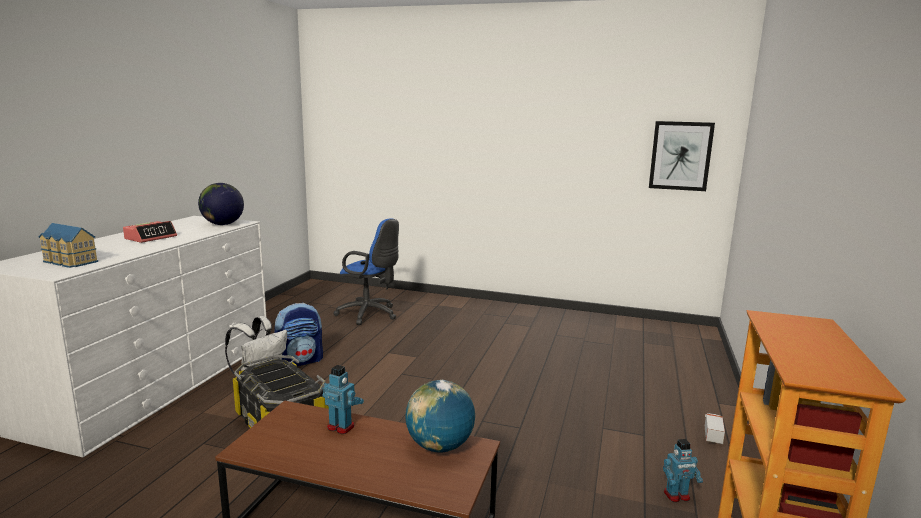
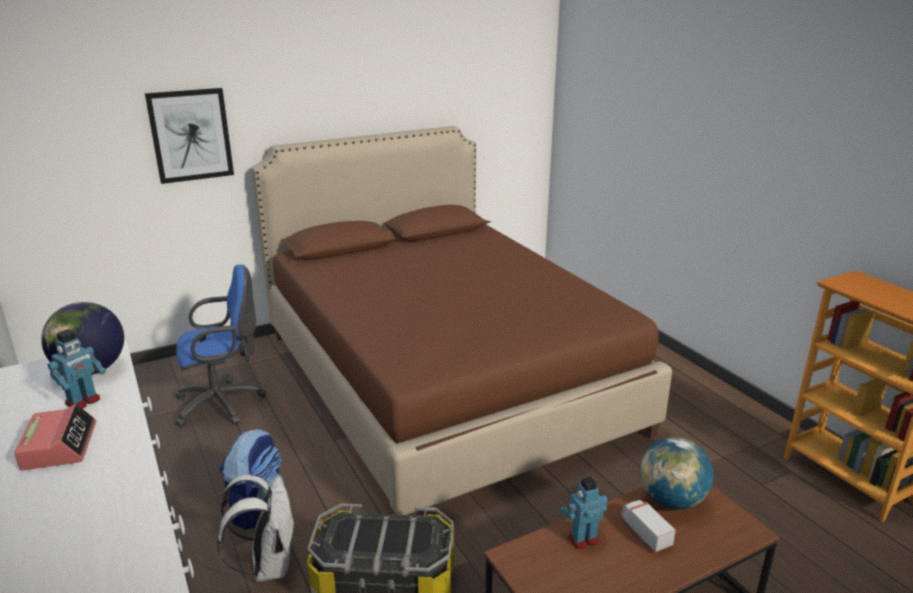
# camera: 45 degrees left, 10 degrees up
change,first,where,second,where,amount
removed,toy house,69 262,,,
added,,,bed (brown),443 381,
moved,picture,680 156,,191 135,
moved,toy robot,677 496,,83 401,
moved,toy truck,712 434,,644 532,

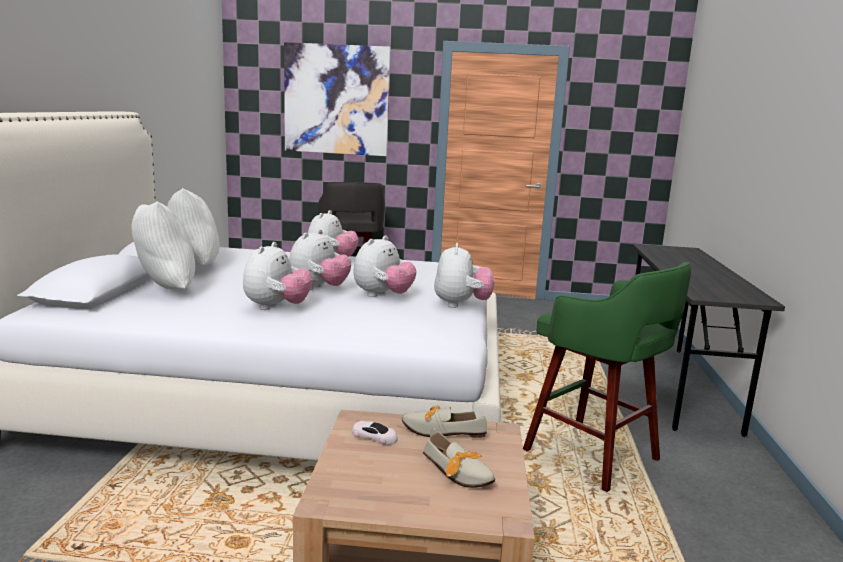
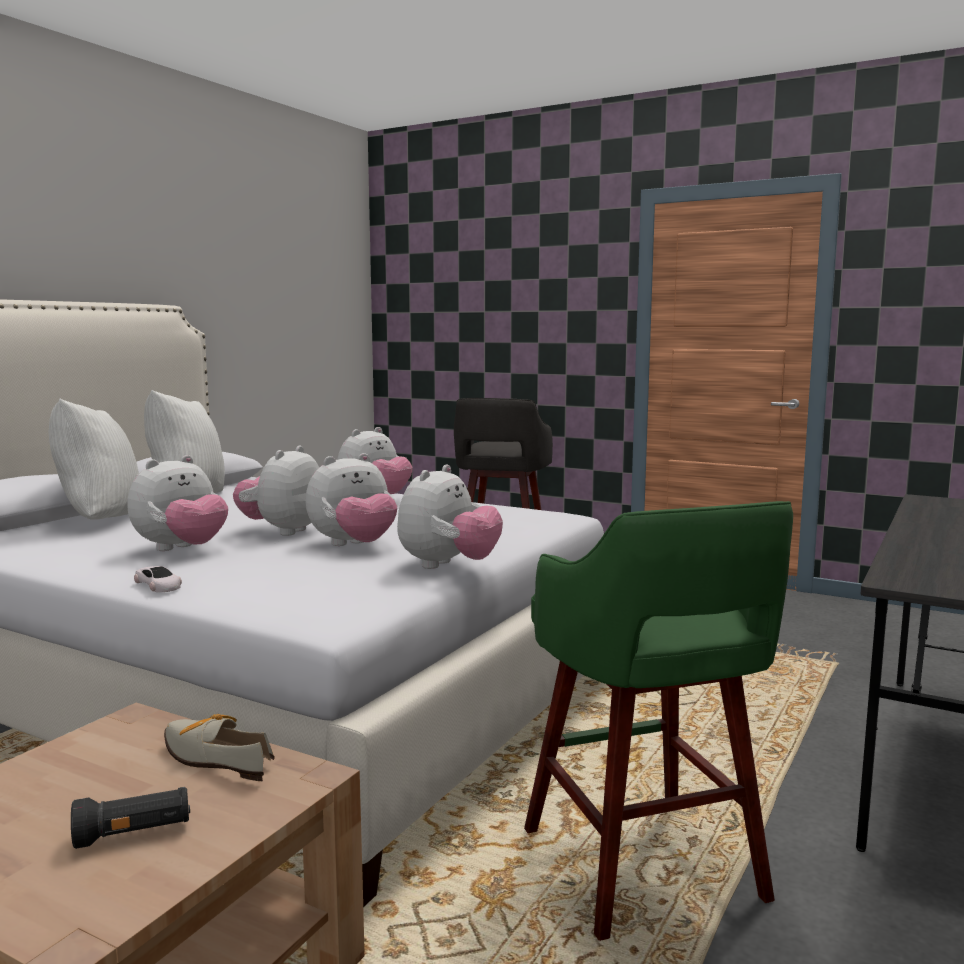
# camera: 25 degrees right, 5 degrees down
change,first,where,second,where,amount
removed,picture,336 100,,,
moved,toy car (white),374 437,,158 585,
replaced,shoe,459 473,flashlight (black),134 834,
turned,plush toy,319 289,,282 531,150 degrees clockwise

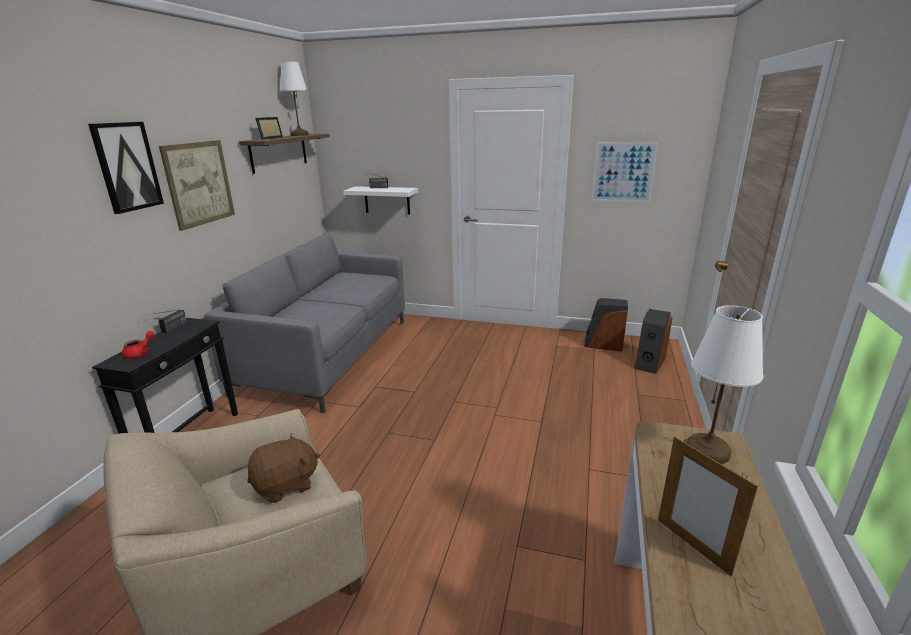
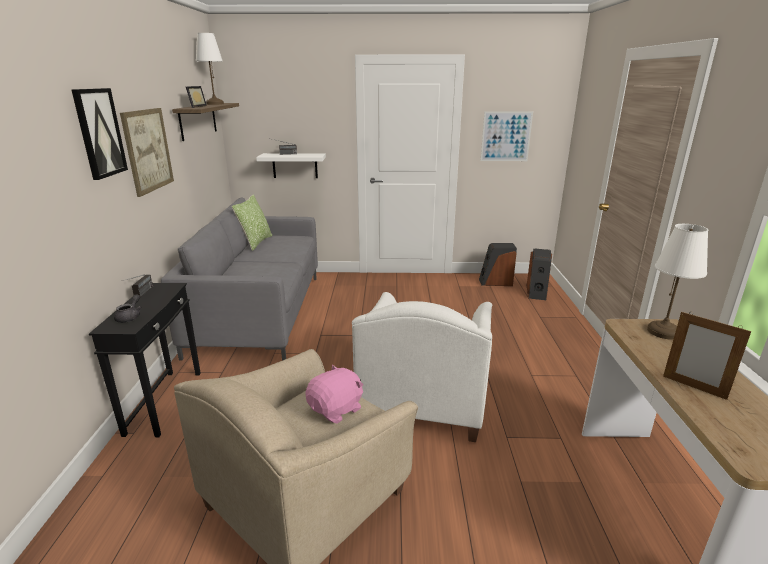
# camera: 15 degrees left, 0 degrees up
change,first,where,second,where,amount
added,,,pillow,256 242,
added,,,armchair (white),424 397,
recoloured,teapot (red),140 353,teapot (grey),130 317,
recoloured,plush toy (brown),286 485,plush toy (pink),336 409,

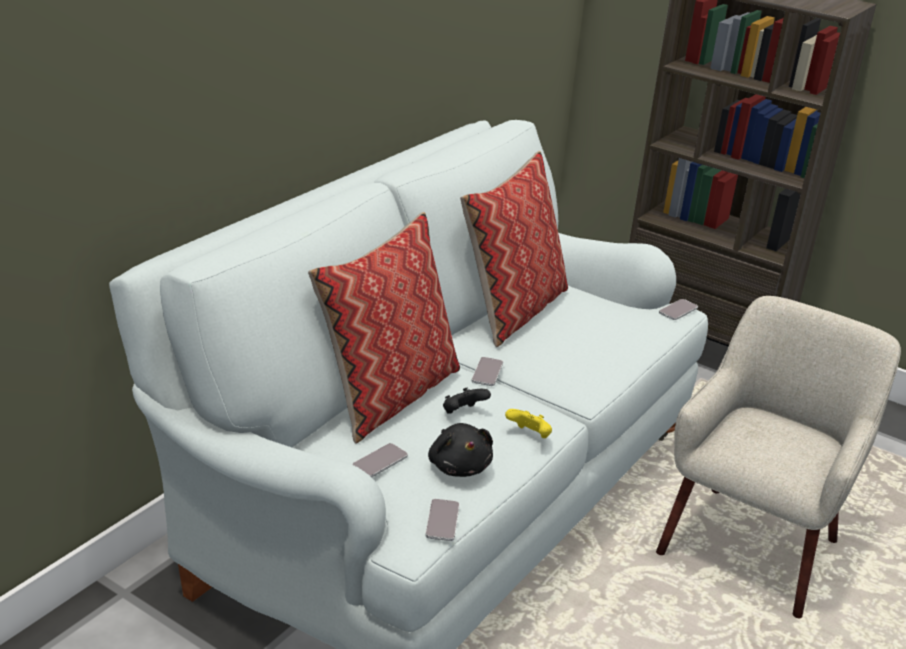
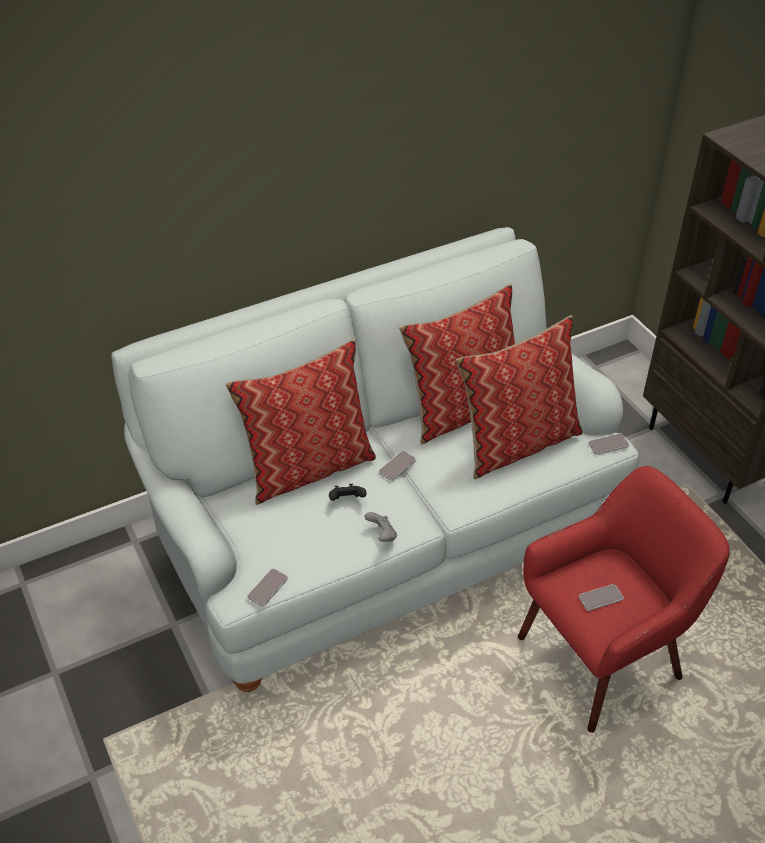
# camera: 30 degrees right, 15 degrees up
change,first,where,second,where,amount
removed,plush toy (black),459 466,,,
added,,,pillow,517 442,
moved,phone,380 461,,600 598,
recoloured,game controller (yellow),529 436,game controller (grey),382 535,
recoloured,armchair (beige),751 547,armchair (red),602 658,

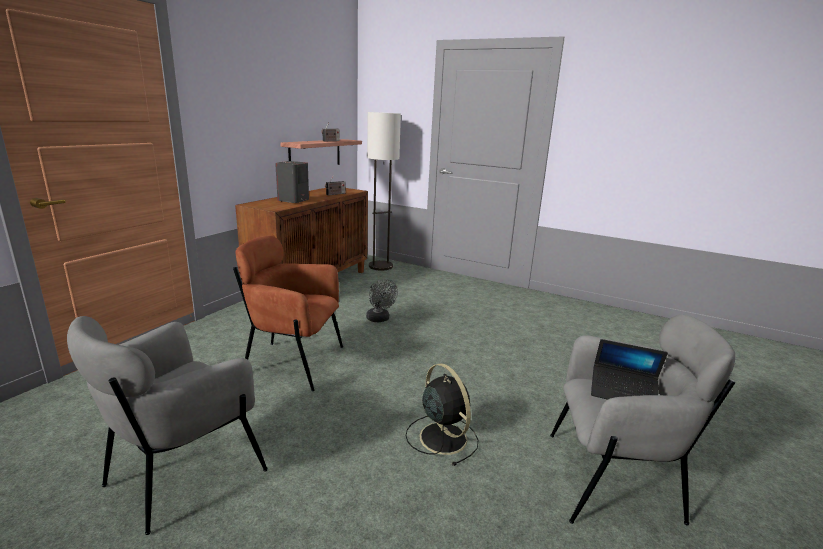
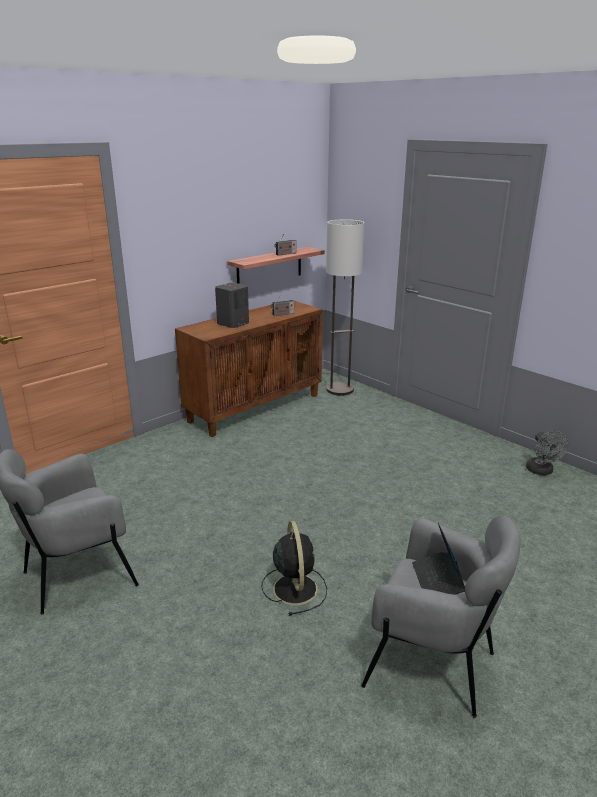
# camera: 20 degrees right, 5 degrees up
change,first,where,second,where,amount
removed,armchair (brown),293 362,,,
moved,fan (grey),379 319,,541 471,
turned,laptop,623 393,,437 581,45 degrees clockwise

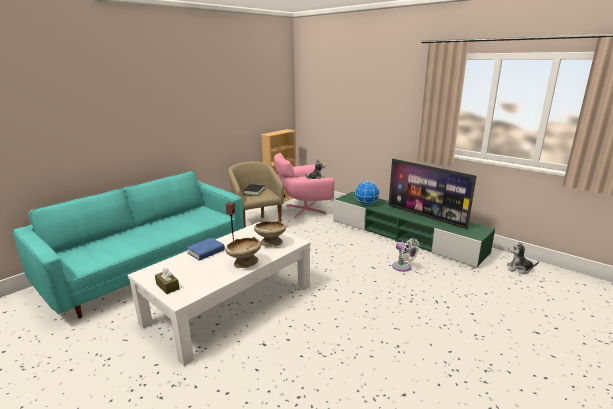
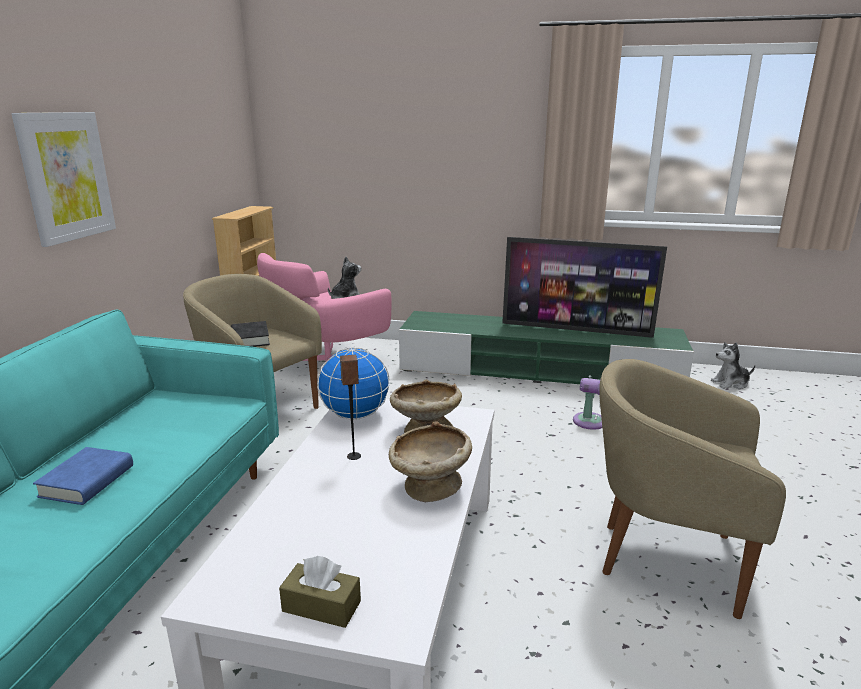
# camera: 30 degrees left, 0 degrees up
change,first,where,second,where,amount
added,,,picture,66 176,
added,,,armchair (beige),665 560,
moved,book (blue),206 252,,87 481,
moved,globe,366 204,,355 415,

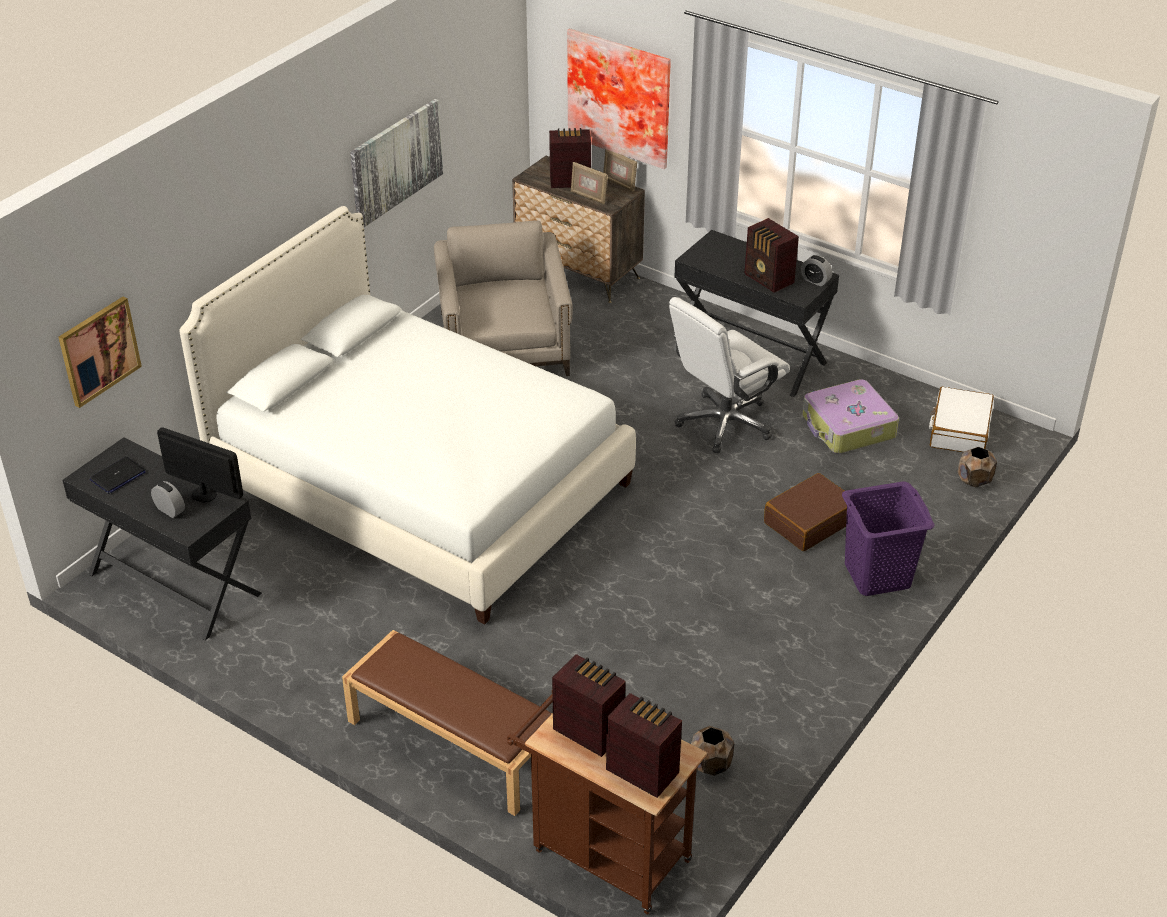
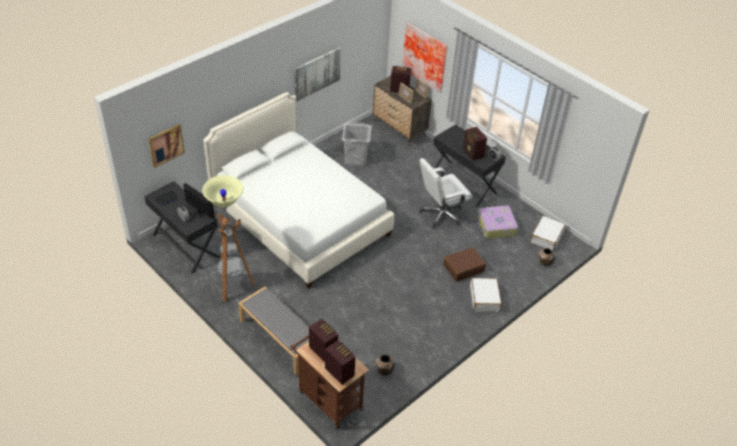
# camera: 10 degrees right, 5 degrees up
change,first,where,second,where,amount
added,,,floor lamp,233 287,
replaced,armchair (beige),504 344,laundry basket (grey),356 159,
replaced,laundry basket (purple),876 575,suitcase (white),484 298,
recoloured,bench (brown),452 742,bench (grey),280 338,

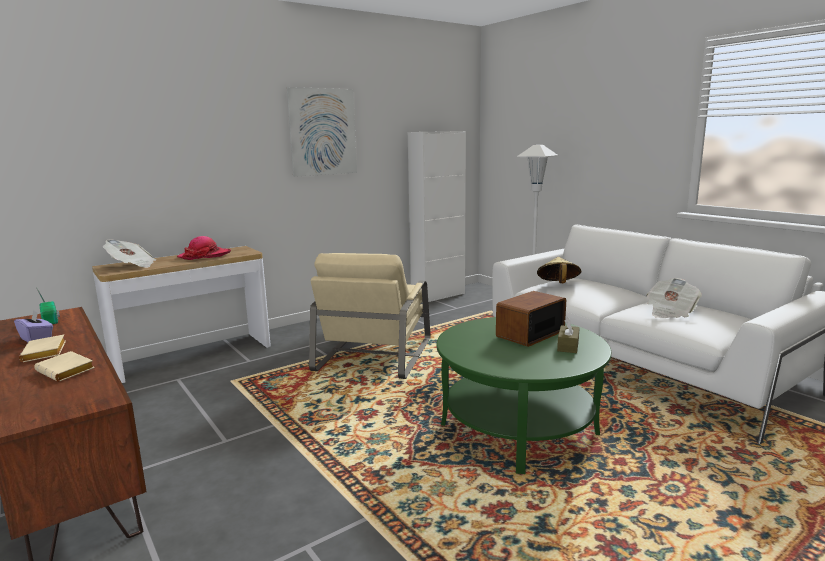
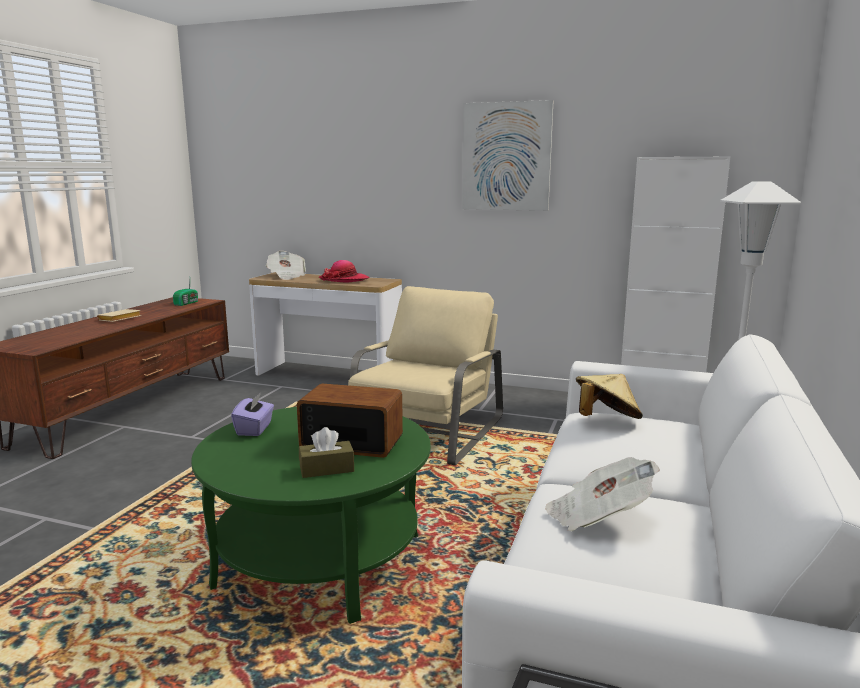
# camera: 55 degrees right, 0 degrees up
change,first,where,second,where,amount
removed,book (beige),68 371,,,
moved,tissue box (purple),36 339,,255 429,
turned,armchair (beige),374 353,,427 431,135 degrees clockwise

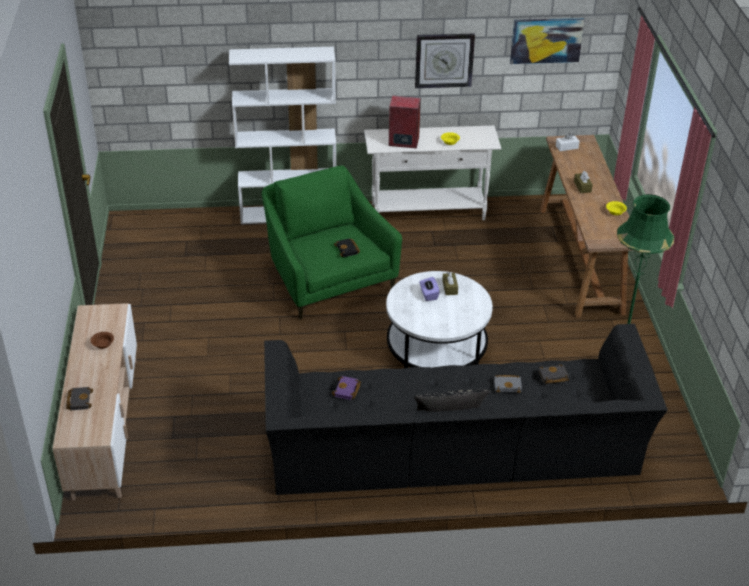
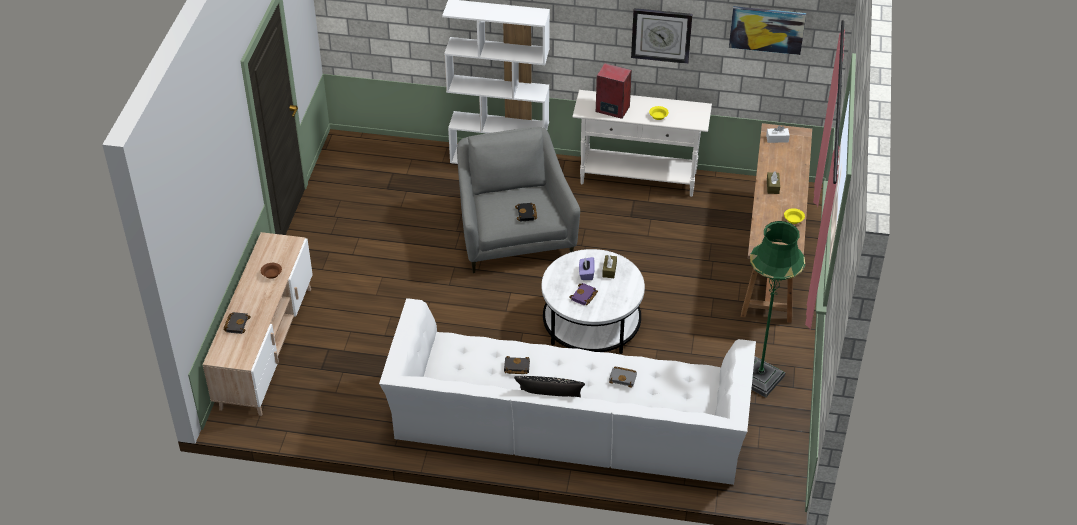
# camera: 15 degrees right, 5 degrees up
change,first,where,second,where,amount
moved,book (purple),347 390,,584 296,
moved,book (black),553 376,,516 367,
recoloured,armchair (green),327 277,armchair (grey),513 233,
recoloured,sofa (black),453 451,sofa (white),568 429,

